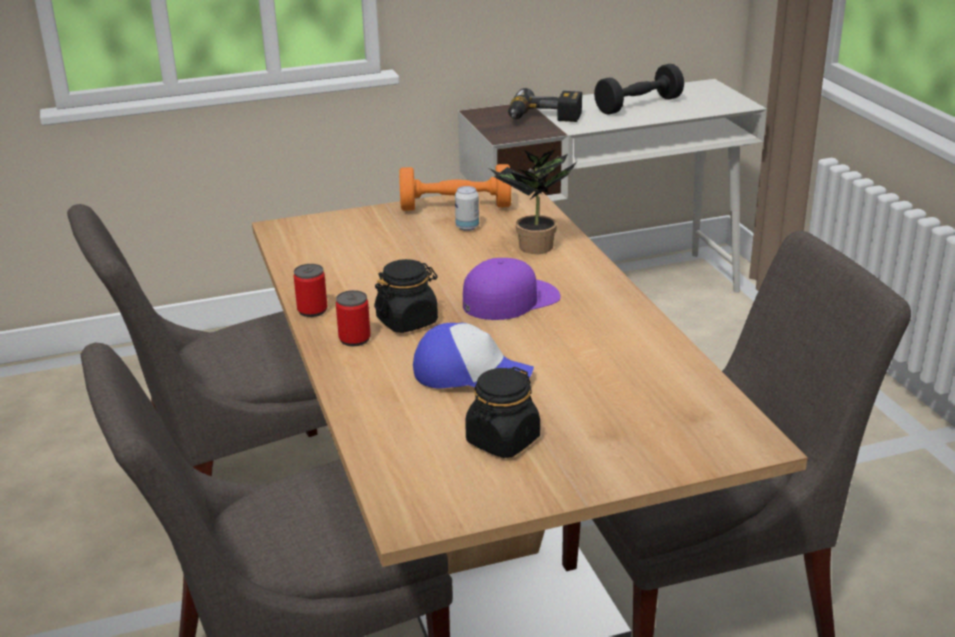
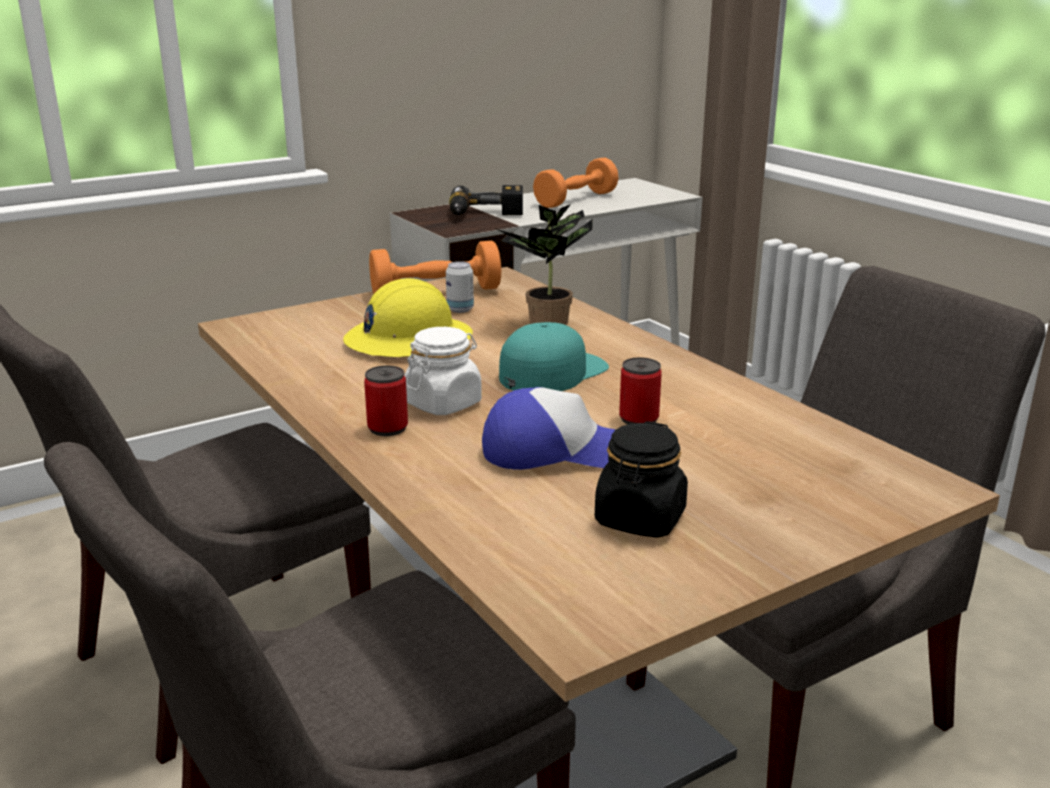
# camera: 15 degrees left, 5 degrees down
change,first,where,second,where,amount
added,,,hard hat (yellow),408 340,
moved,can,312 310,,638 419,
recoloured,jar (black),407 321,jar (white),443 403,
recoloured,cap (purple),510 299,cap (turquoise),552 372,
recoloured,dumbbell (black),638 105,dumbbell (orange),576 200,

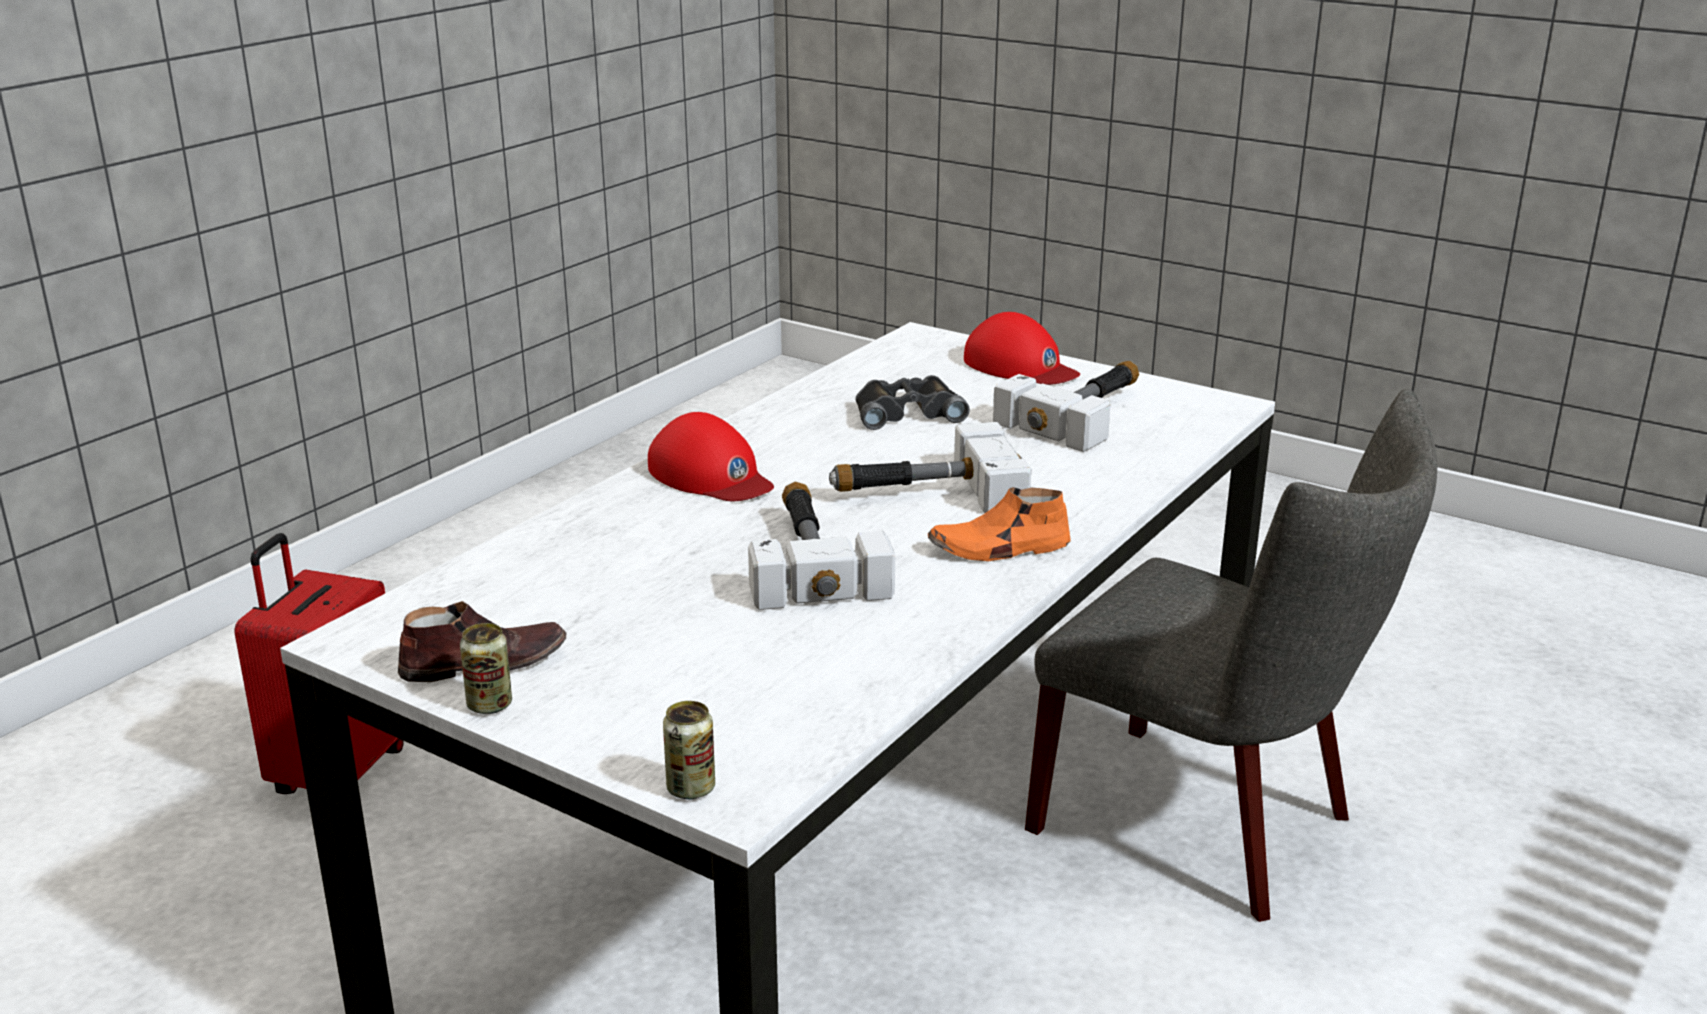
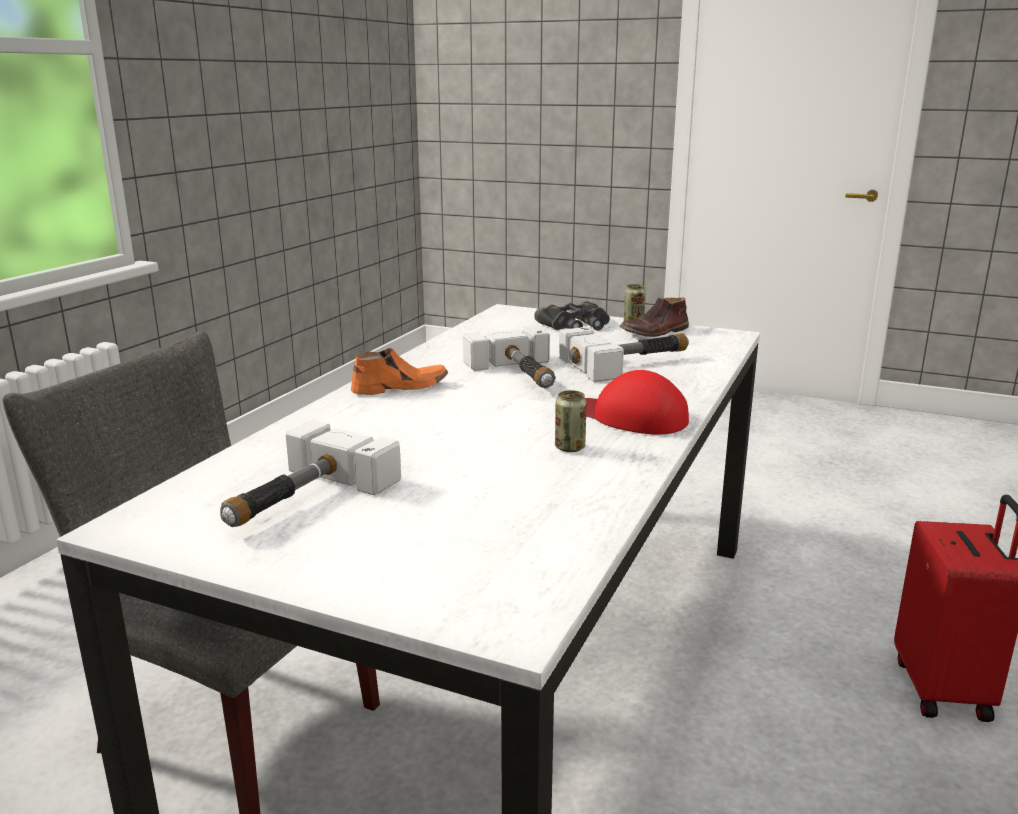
# camera: 170 degrees right, 5 degrees down
change,first,where,second,where,amount
removed,cap (red),1020 366,,,
moved,can,691 788,,569 447,
moved,hammer,926 493,,629 363,
moved,binoculars (black),907 412,,575 325,

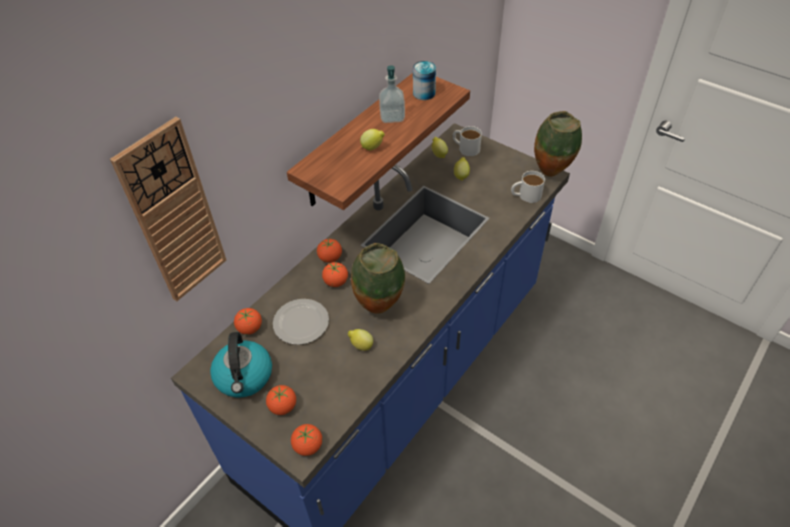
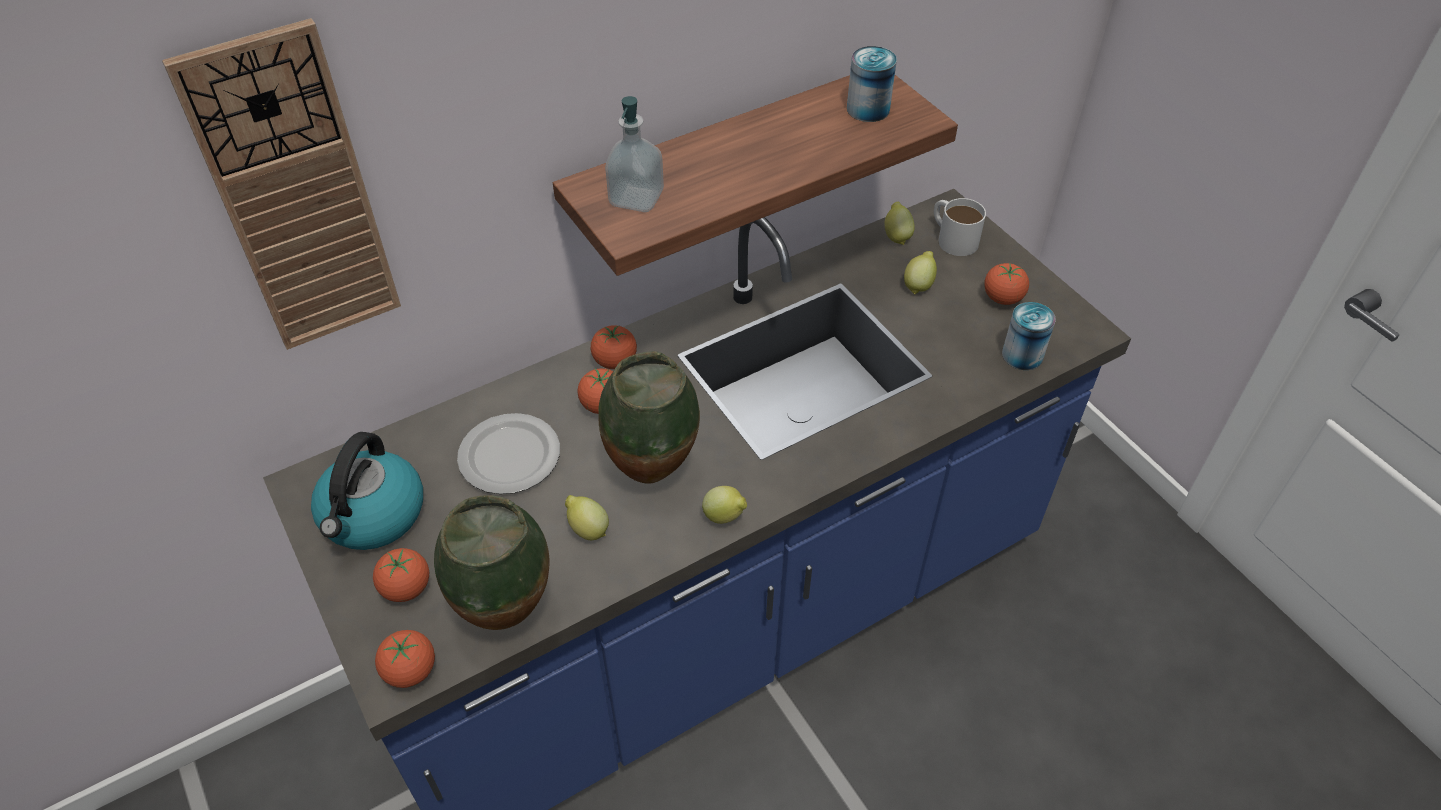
# camera: 20 degrees right, 0 degrees up
change,first,where,second,where,amount
moved,tomato,250 328,,1002 298,
moved,lemon,373 148,,725 517,
moved,soap dispenser,392 117,,636 198,
moved,vase,551 173,,509 616,
replaced,mug (white),525 195,can,1022 355,

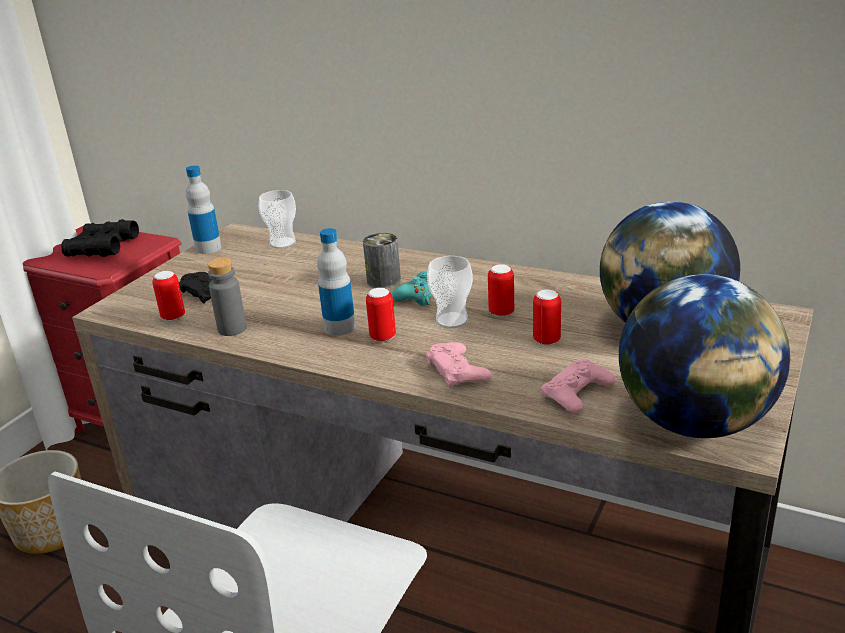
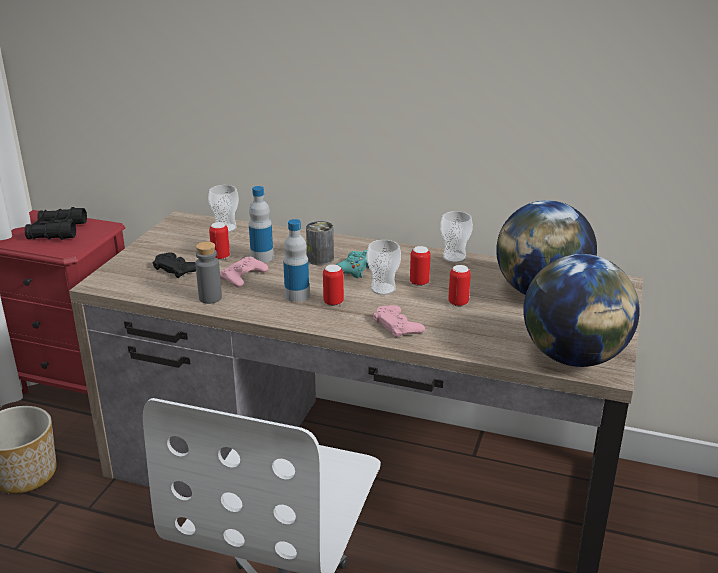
# camera: 10 degrees left, 0 degrees up
change,first,where,second,where,amount
added,,,cup,454 257,
moved,can,173 317,,220 257,
moved,bottle,208 248,,262 257,
moved,game controller (pink),577 392,,243 276,

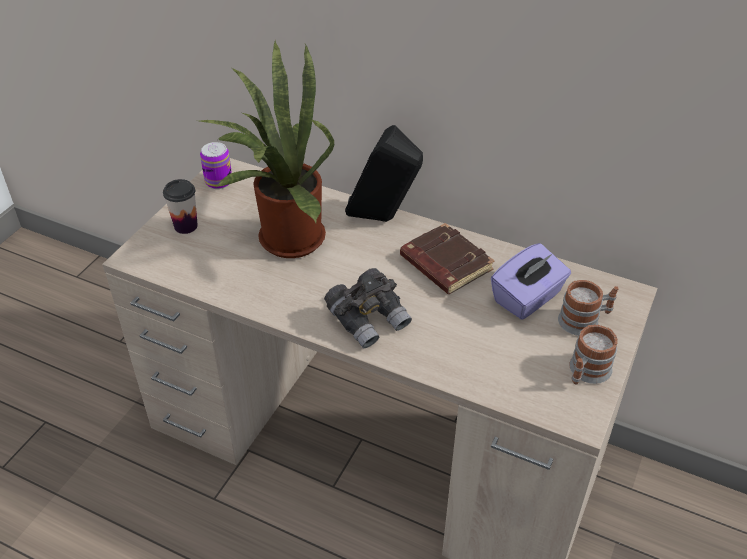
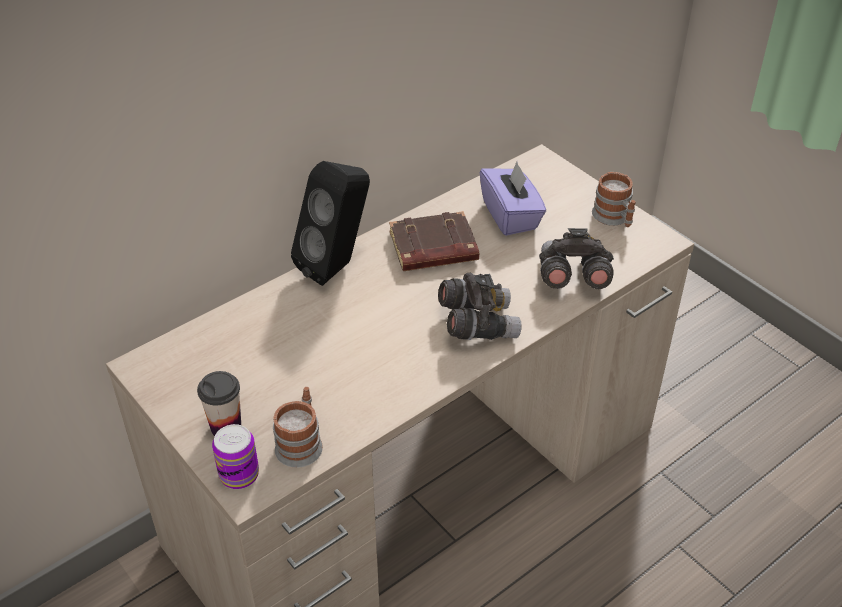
# camera: 65 degrees left, 0 degrees up
change,first,where,second,where,amount
removed,potted plant,284 239,,,
added,,,binoculars (grey),571 278,
moved,can,218 182,,239 475,
moved,mug,584 320,,301 442,

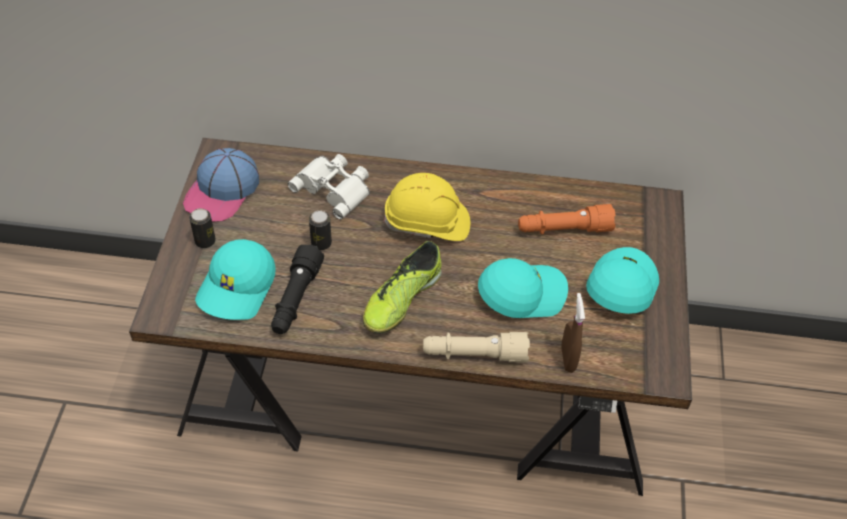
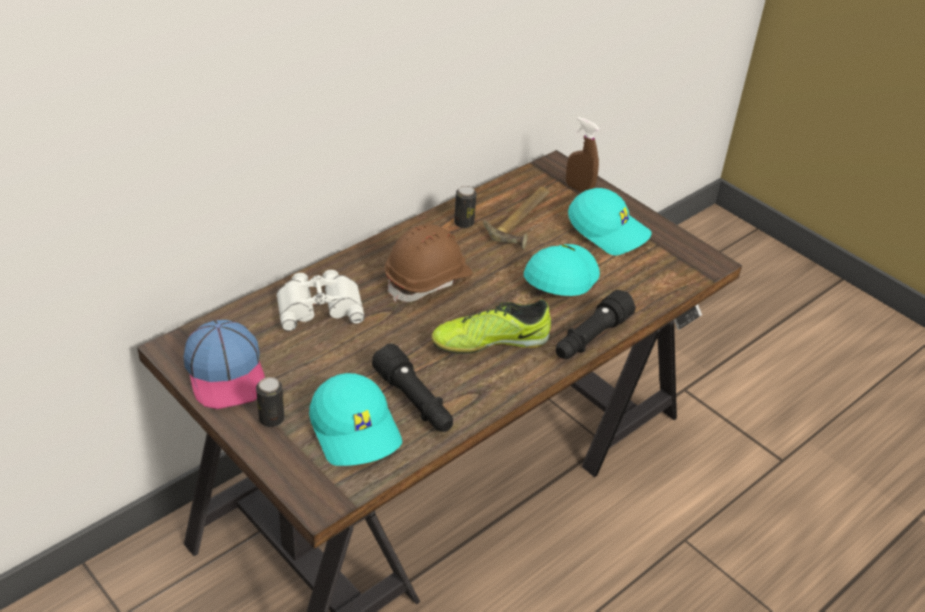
# camera: 50 degrees left, 10 degrees down
change,first,where,second,where,amount
moved,can,321 243,,464 223,
moved,spray bottle (brown),568 359,,579 189,
replaced,flashlight (orange),564 229,hammer,524 221,
recoloured,hard hat (yellow),427 223,hard hat (brown),428 280,
recoloured,flashlight (beige),474 354,flashlight (black),591 338,
turned,shoe,402 299,,490 341,90 degrees clockwise
turned,cap (turquoise),620 286,,609 231,150 degrees clockwise

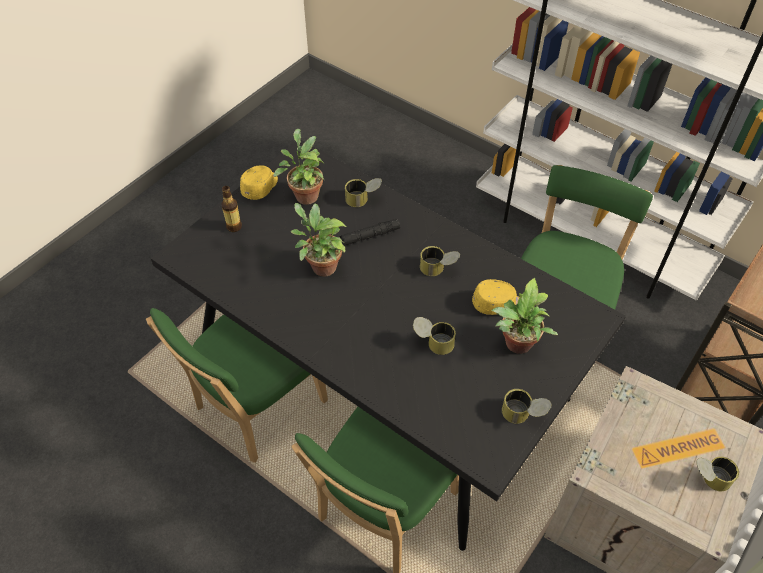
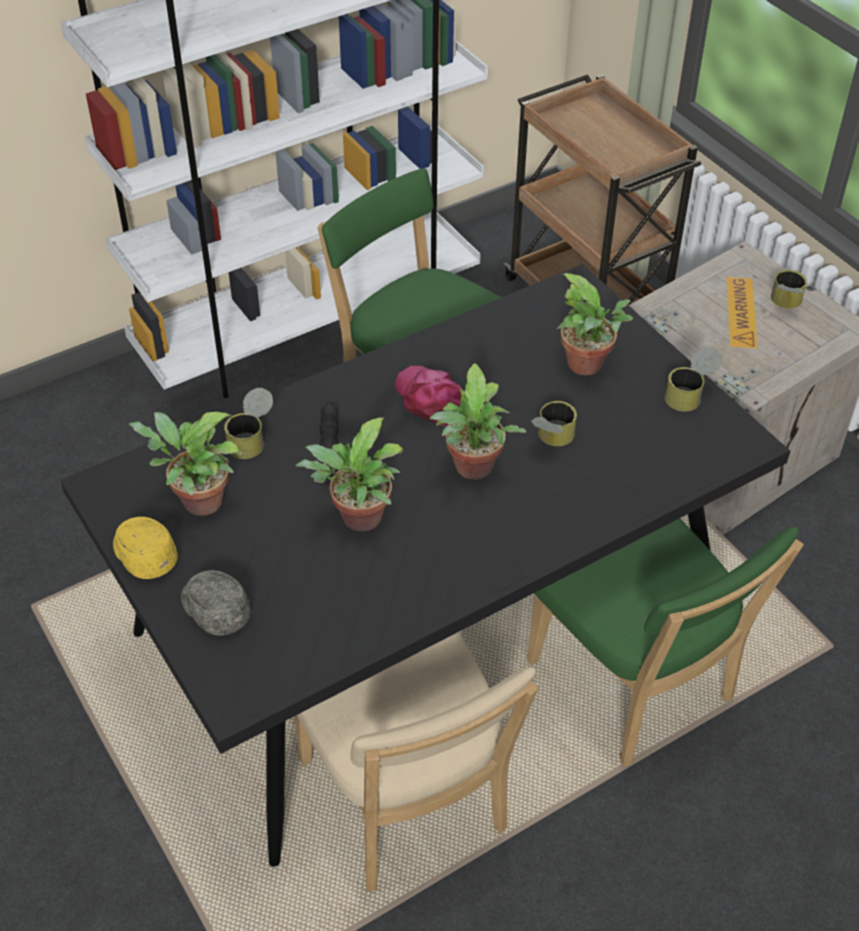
# camera: 70 degrees left, 5 degrees down
change,first,where,second,where,amount
removed,cap (yellow),497 304,,,
added,,,potted plant,473 470,
replaced,bottle,234 227,cap (grey),214 609,
replaced,can,438 269,cap (pink),430 399,
recoloured,chair (green),256 407,chair (beige),407 804,

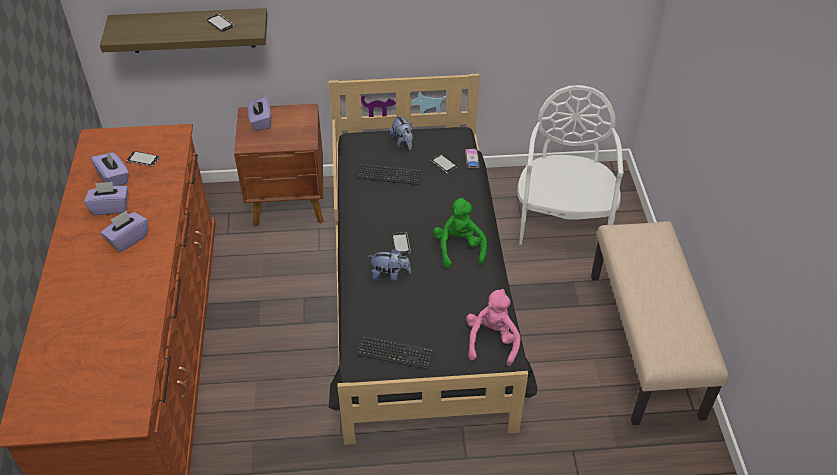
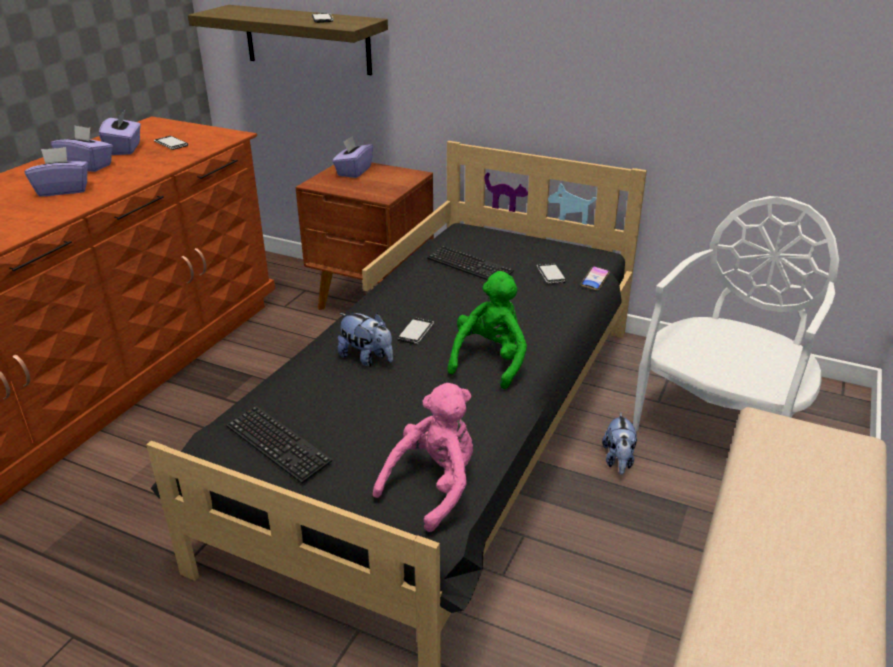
# camera: 30 degrees right, 15 degrees down
change,first,where,second,where,amount
moved,plush toy,403 143,,618 460,

